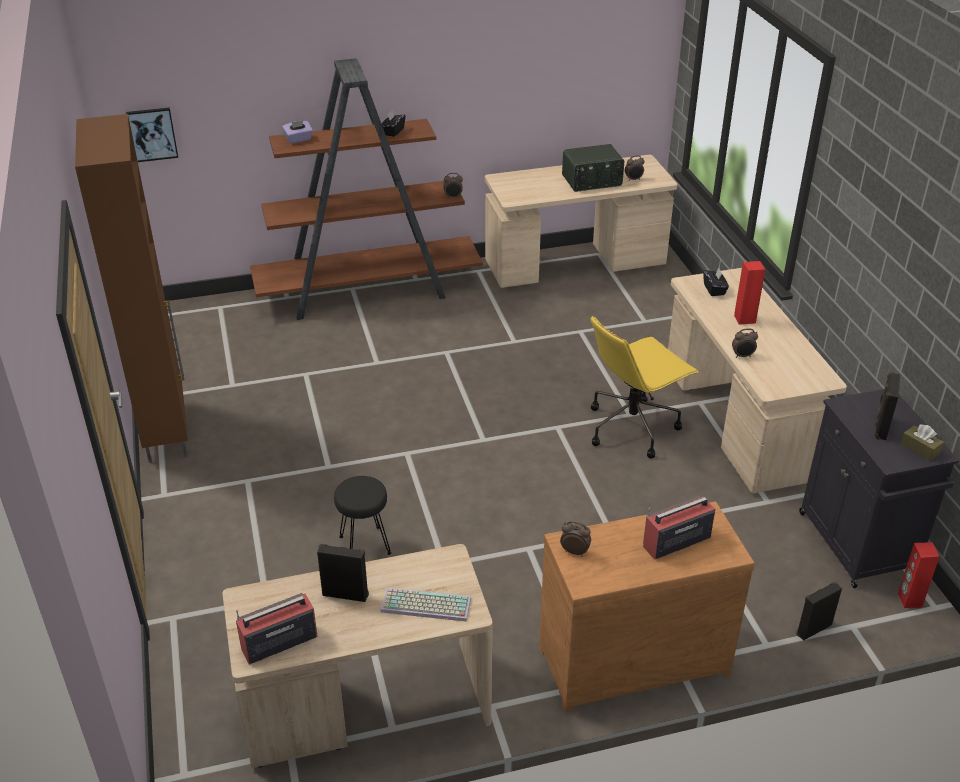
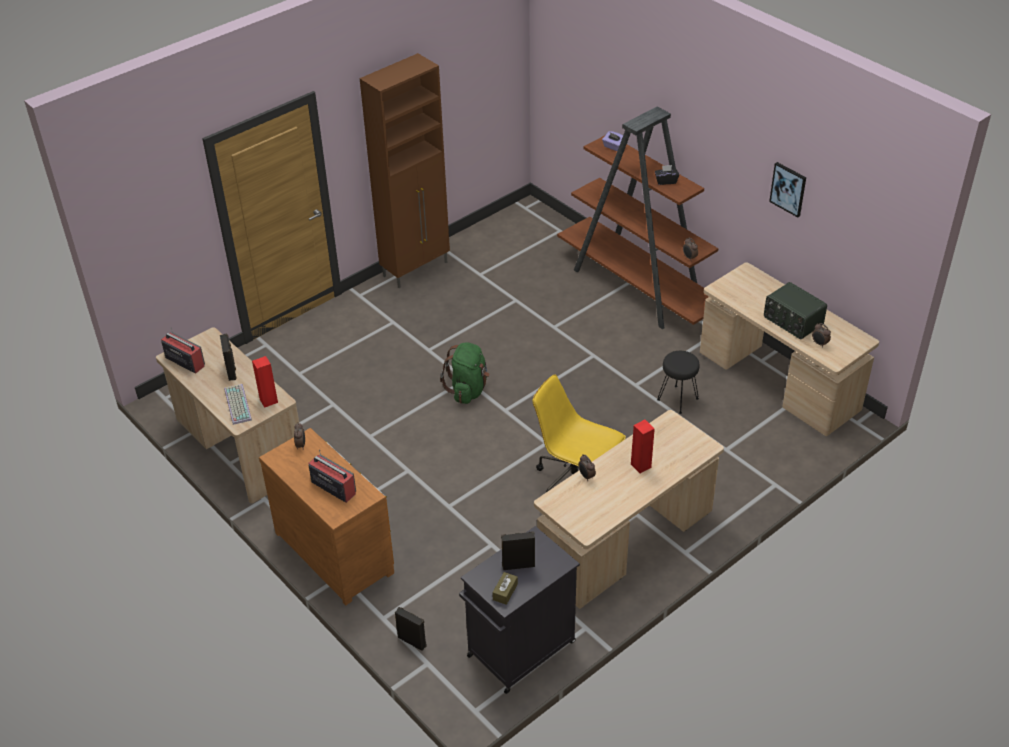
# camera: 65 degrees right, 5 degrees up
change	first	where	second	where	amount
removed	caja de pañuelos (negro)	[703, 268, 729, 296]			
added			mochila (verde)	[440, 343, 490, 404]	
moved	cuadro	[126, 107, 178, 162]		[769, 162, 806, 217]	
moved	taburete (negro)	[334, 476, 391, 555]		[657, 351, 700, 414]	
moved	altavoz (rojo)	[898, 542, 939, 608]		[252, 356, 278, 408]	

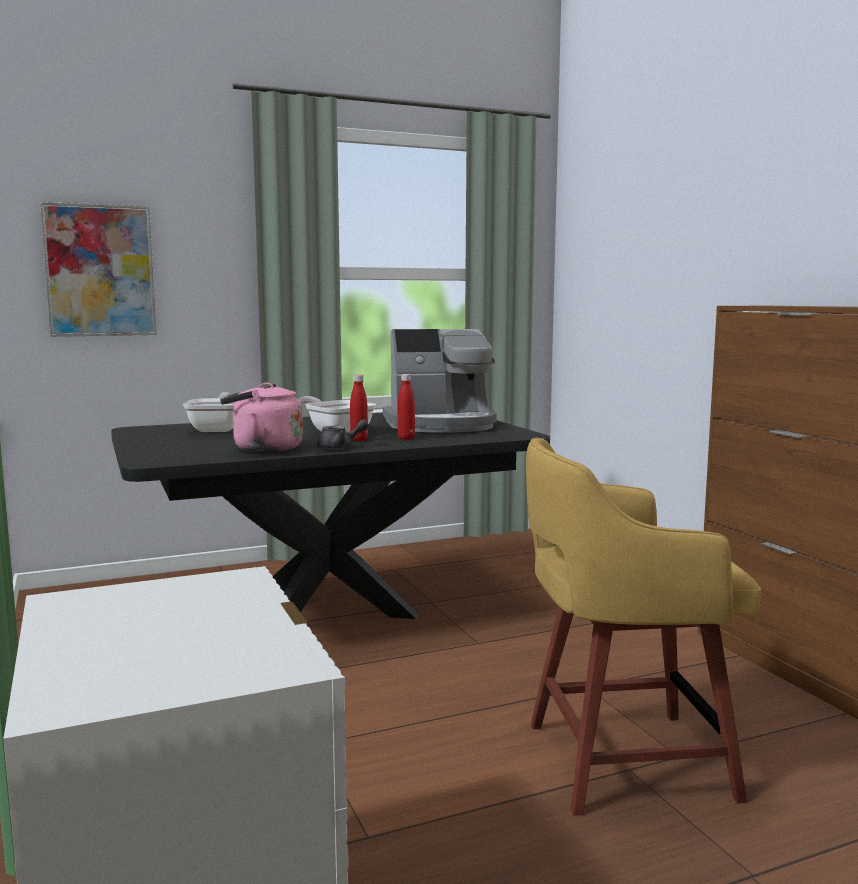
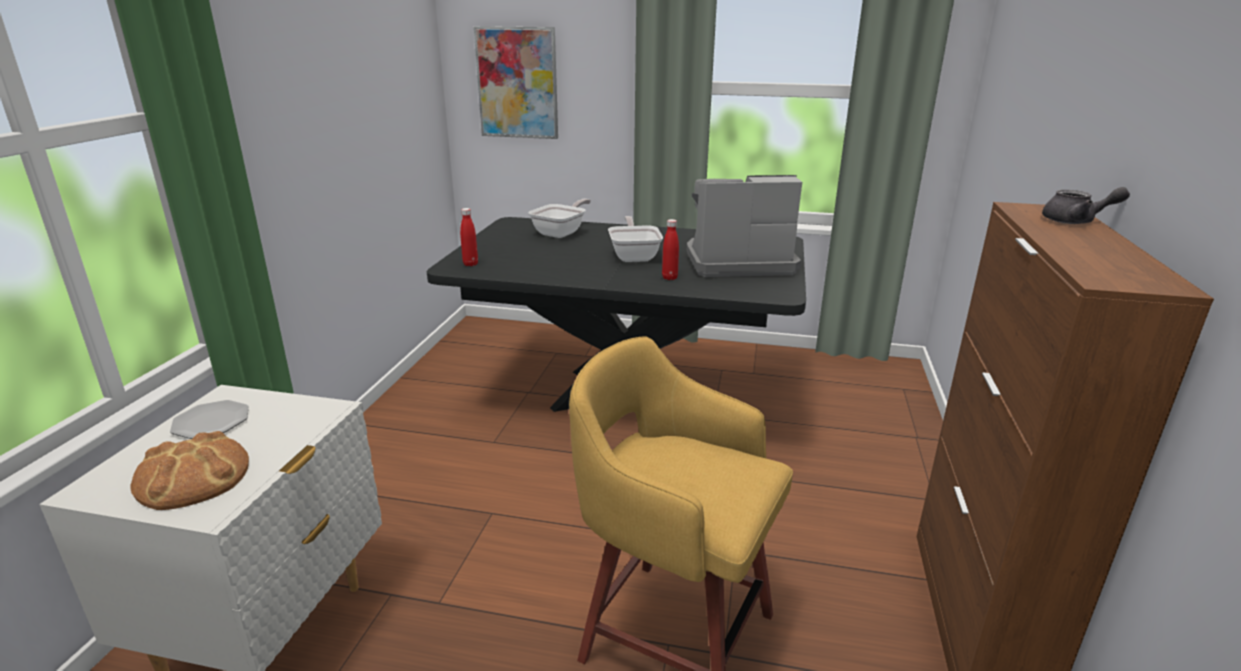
# camera: 35 degrees right, 15 degrees up
change	first	where	second	where	amount
removed	hervidor (rosa)	[220, 383, 303, 453]			
added			pan	[130, 431, 249, 510]	
added			plato	[170, 400, 248, 439]	
moved	tetera (gris)	[317, 419, 369, 450]		[1042, 187, 1130, 224]	
moved	botella (rojo)	[350, 375, 368, 441]		[460, 208, 478, 266]	
turned	cafetera	[383, 329, 497, 433]		[687, 175, 802, 277]	150 degrees clockwise

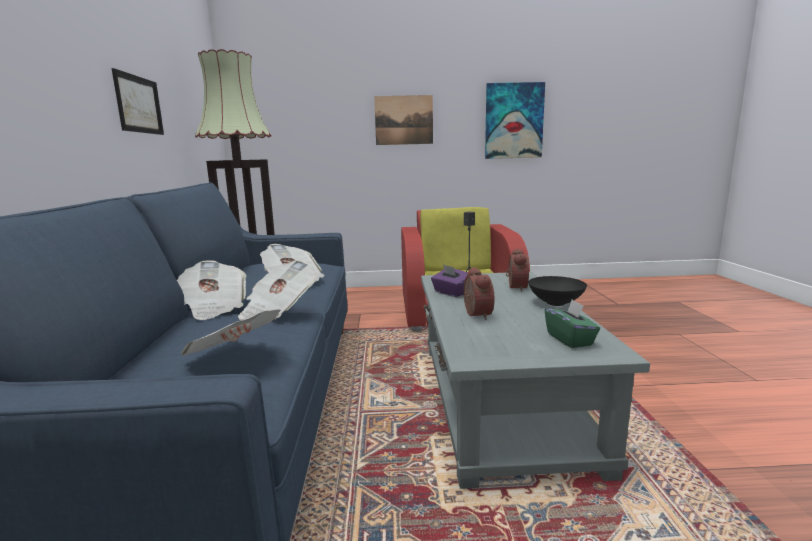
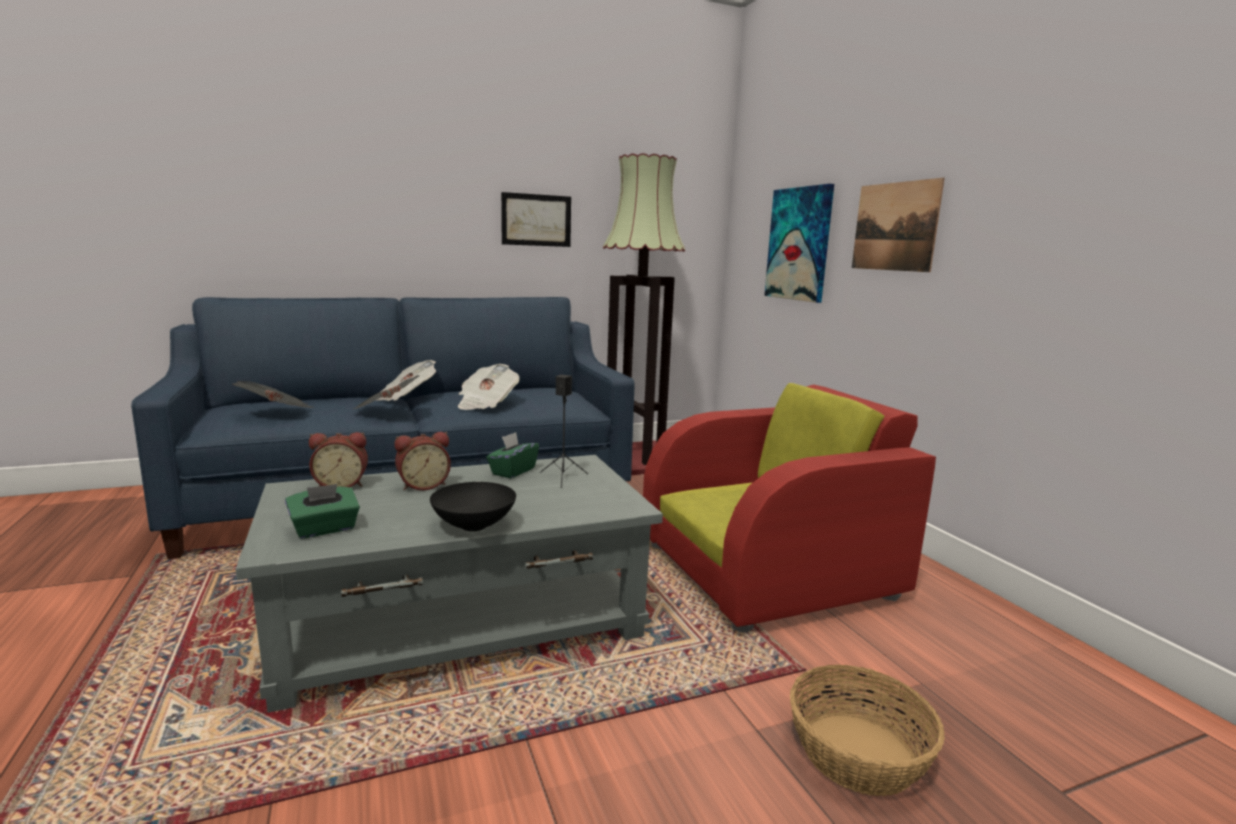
# camera: 70 degrees right, 0 degrees up
change	first	where	second	where	amount
added			cesta	[790, 665, 945, 796]	
moved	cuadro	[485, 82, 545, 159]		[764, 184, 834, 303]	
moved	despertador	[506, 248, 529, 292]		[309, 432, 368, 487]	
recoloured	caja de pañuelos (morado)	[431, 265, 467, 297]	caja de pañuelos (verde)	[487, 432, 539, 478]	

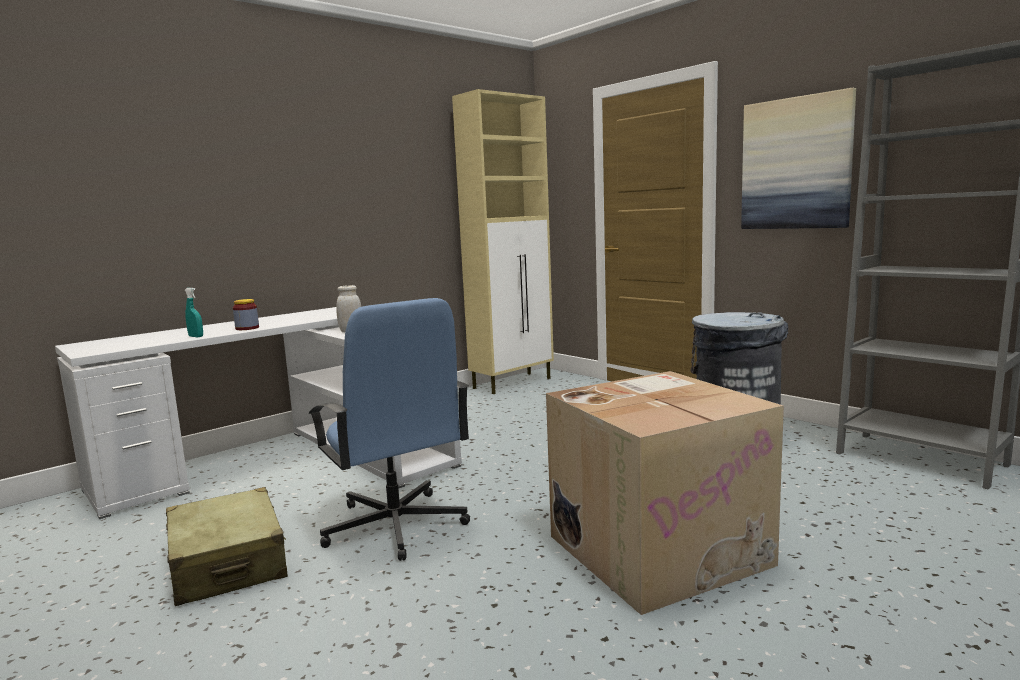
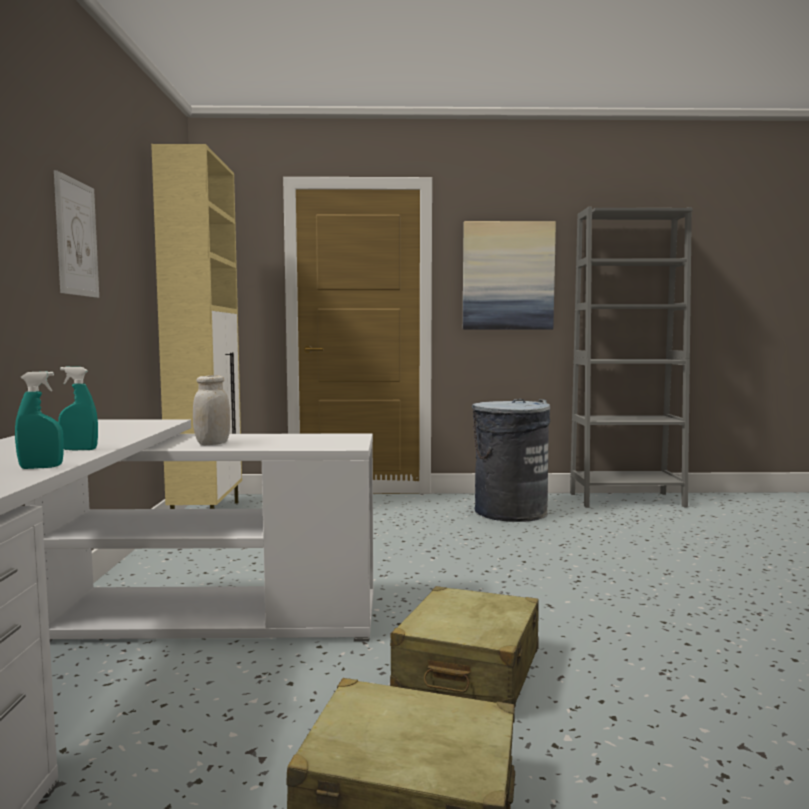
# camera: 50 degrees left, 5 degrees down
change	first	where	second	where	amount
removed	caja de cartón	[546, 371, 784, 615]			
added			cuadro	[54, 170, 99, 298]	
replaced	tarro	[233, 299, 259, 330]	pulverizador (turquesa)	[58, 367, 98, 450]	
replaced	silla de oficina (azul)	[308, 298, 470, 561]	maleta (beis)	[390, 586, 539, 706]	

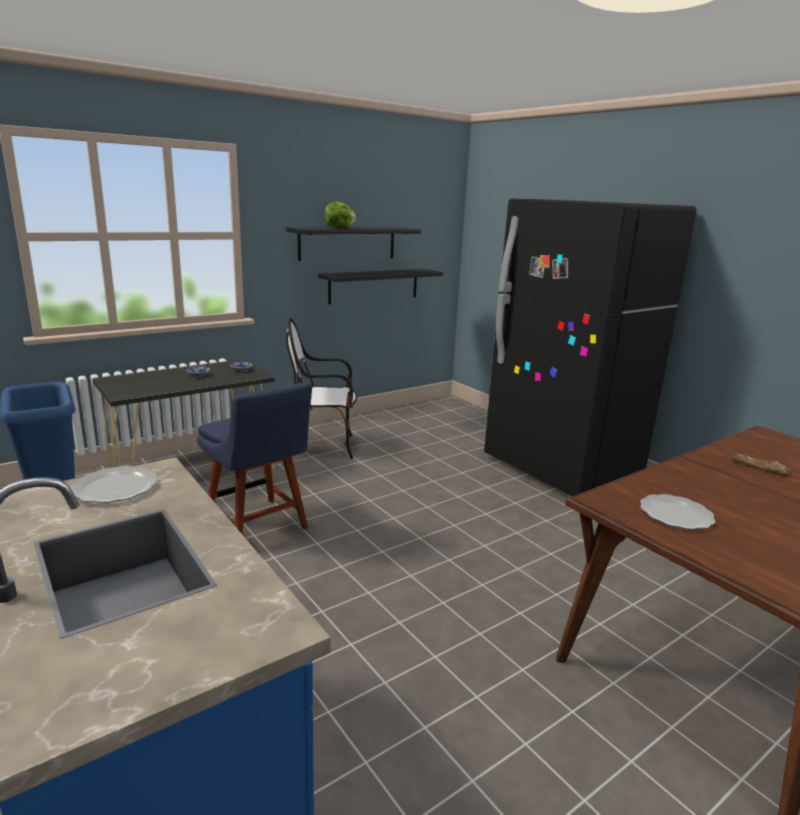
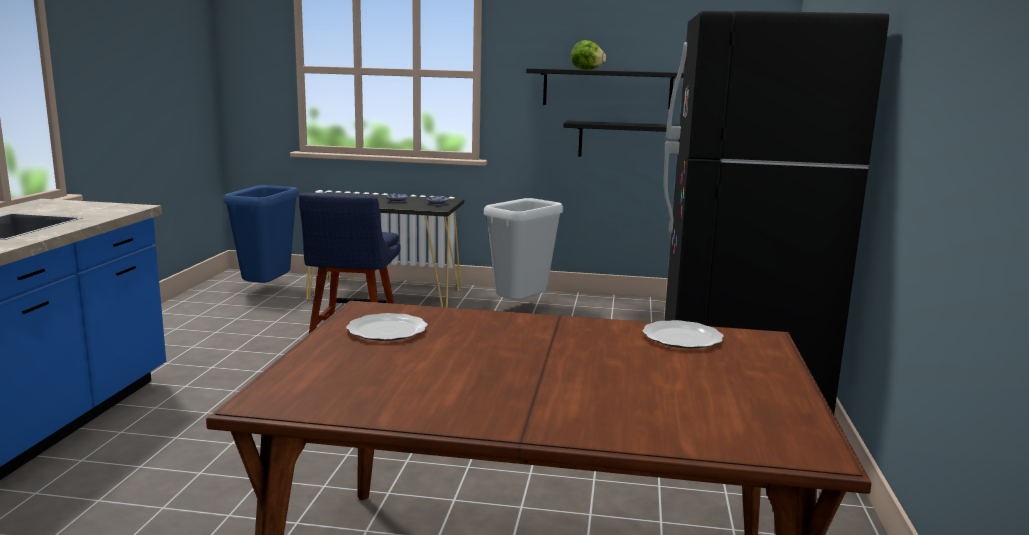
# camera: 45 degrees right, 5 degrees down
change	first	where	second	where	amount
removed	pan	[731, 454, 791, 476]			
moved	plato	[71, 466, 158, 503]		[642, 320, 724, 348]	
replaced	silla	[286, 318, 357, 459]	papelera (gris)	[484, 198, 563, 300]	

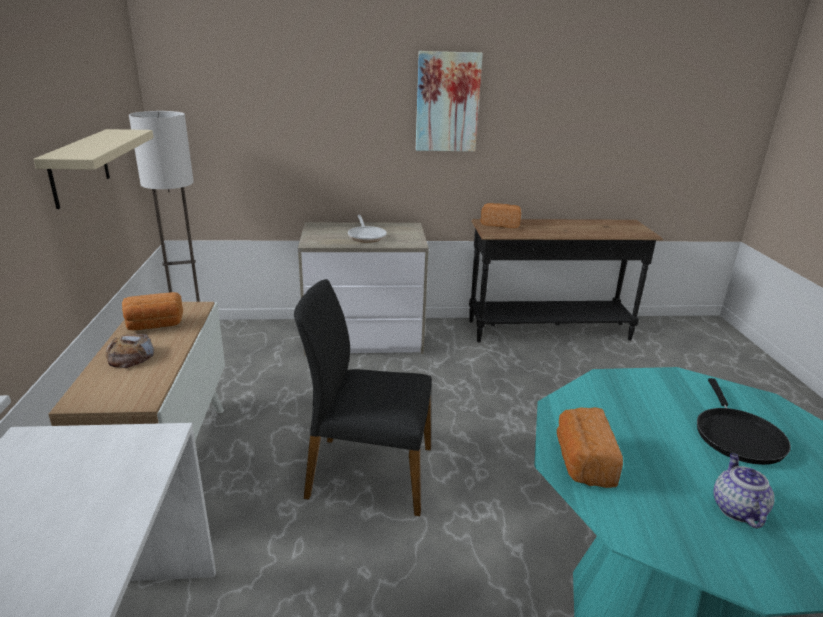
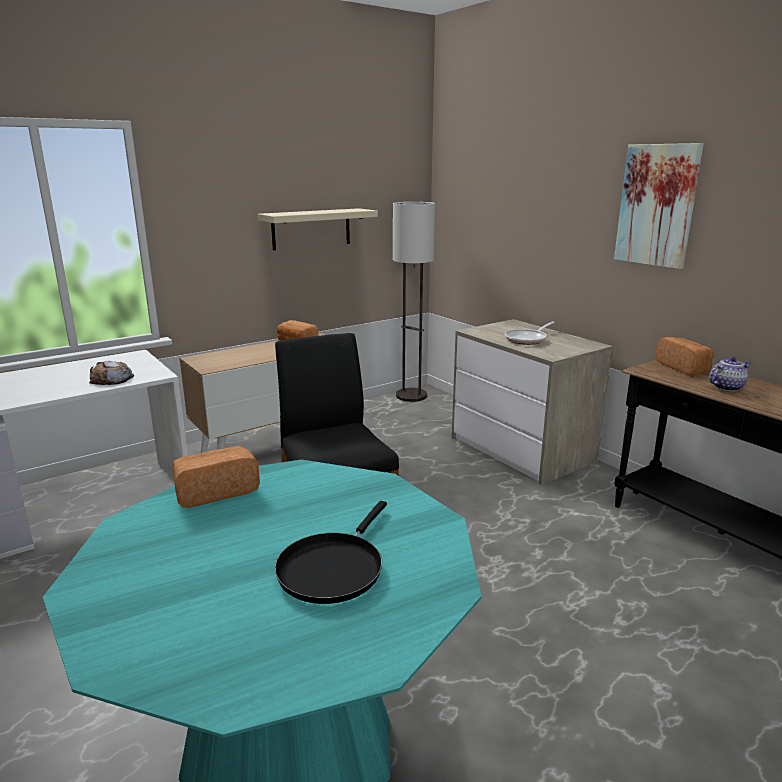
# camera: 60 degrees right, 5 degrees down
change	first	where	second	where	amount
moved	pan	[105, 334, 154, 368]		[89, 361, 134, 385]	
moved	tetera	[713, 453, 774, 528]		[709, 357, 751, 391]	
turned	sartén (negro)	[697, 378, 791, 465]		[275, 501, 387, 604]	45 degrees counterclockwise

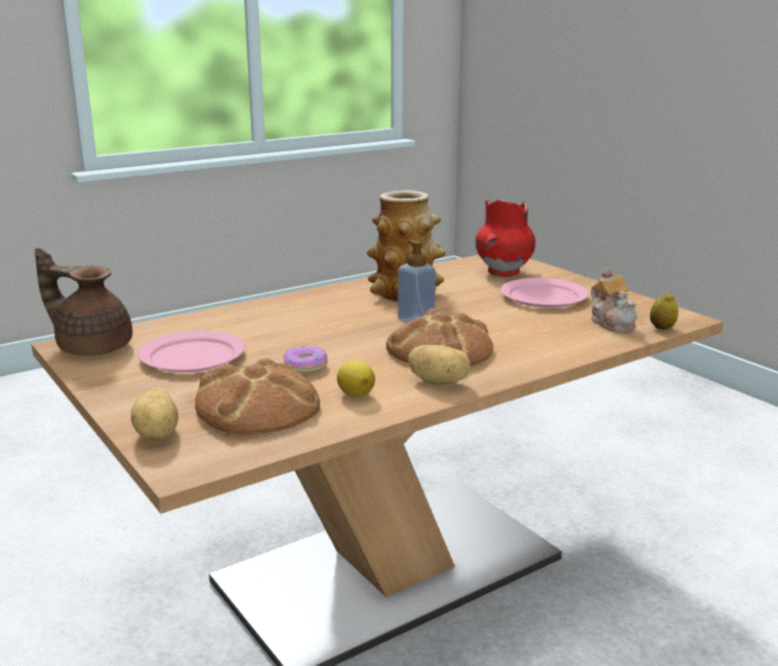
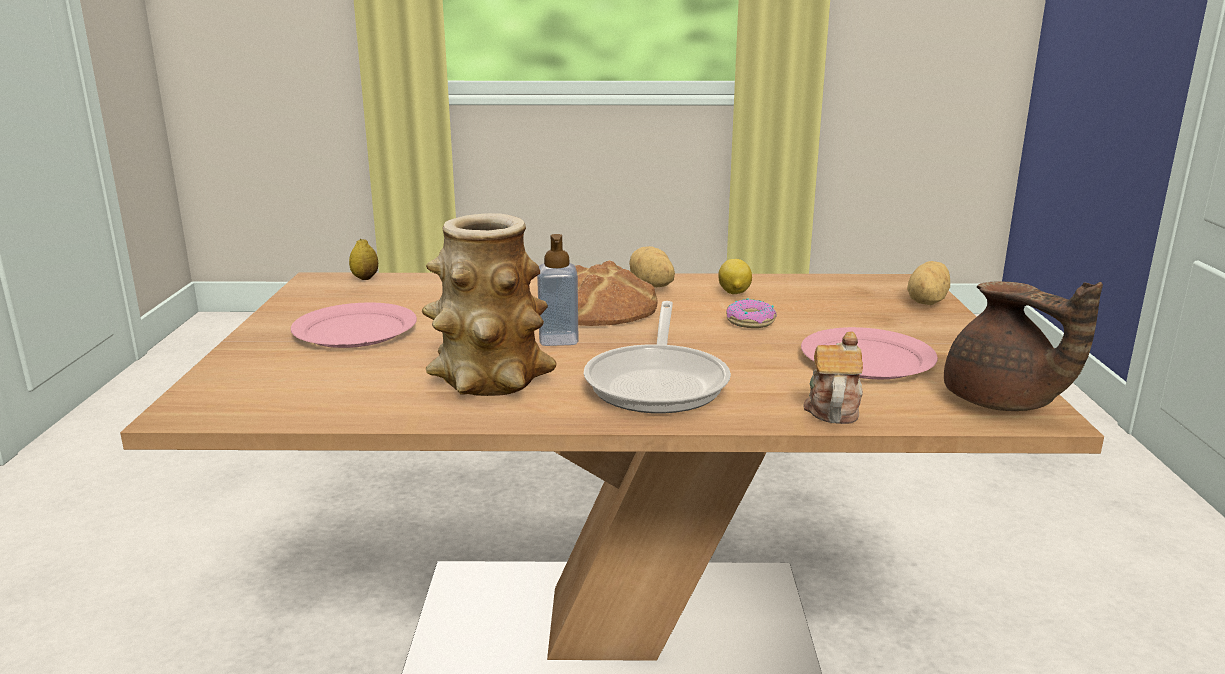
# camera: 145 degrees left, 0 degrees up
change	first	where	second	where	amount
removed	pan	[195, 358, 320, 434]			
removed	florero (rojo)	[475, 200, 535, 277]			
added			sartén	[584, 301, 731, 413]	
moved	tetera	[591, 268, 637, 333]		[804, 331, 863, 424]	

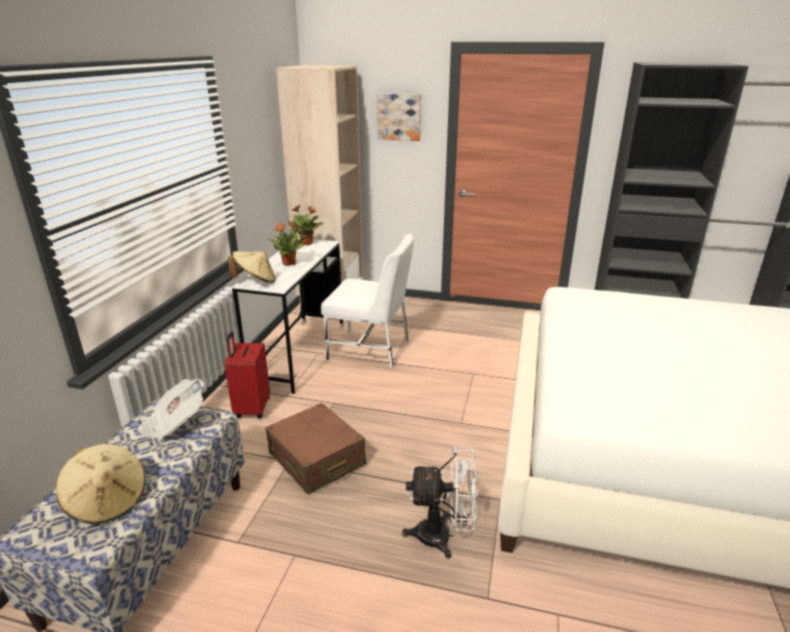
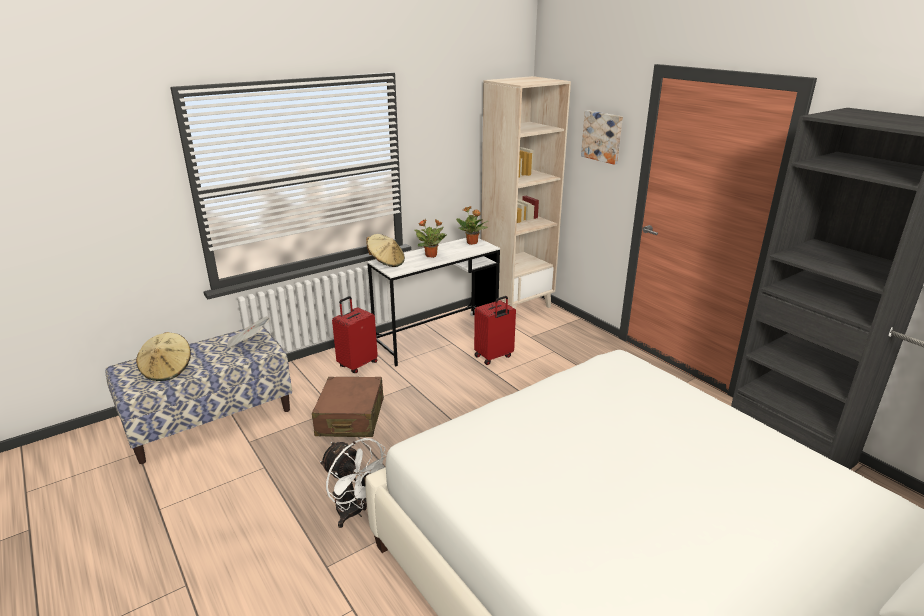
# camera: 40 degrees right, 0 degrees up
change	first	where	second	where	amount
replaced	silla (blanco)	[321, 234, 414, 368]	maleta (rojo)	[474, 296, 516, 365]	

